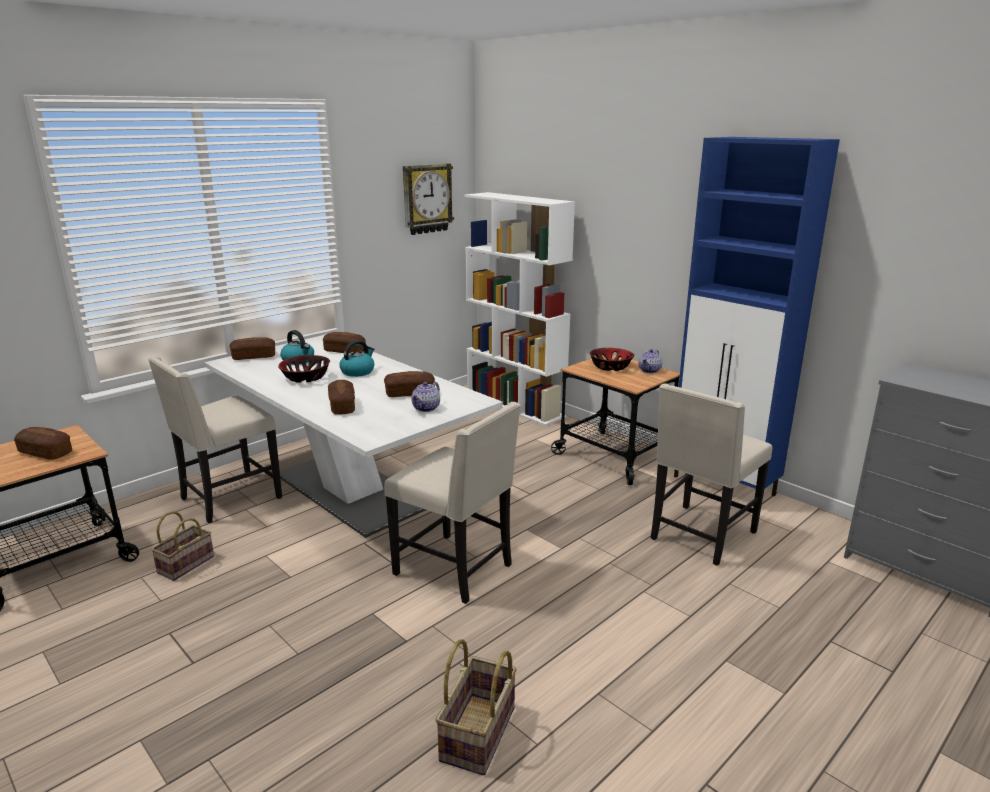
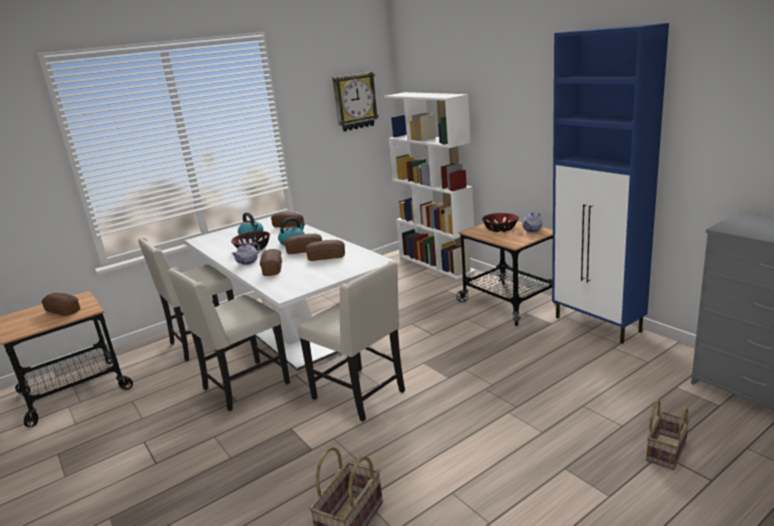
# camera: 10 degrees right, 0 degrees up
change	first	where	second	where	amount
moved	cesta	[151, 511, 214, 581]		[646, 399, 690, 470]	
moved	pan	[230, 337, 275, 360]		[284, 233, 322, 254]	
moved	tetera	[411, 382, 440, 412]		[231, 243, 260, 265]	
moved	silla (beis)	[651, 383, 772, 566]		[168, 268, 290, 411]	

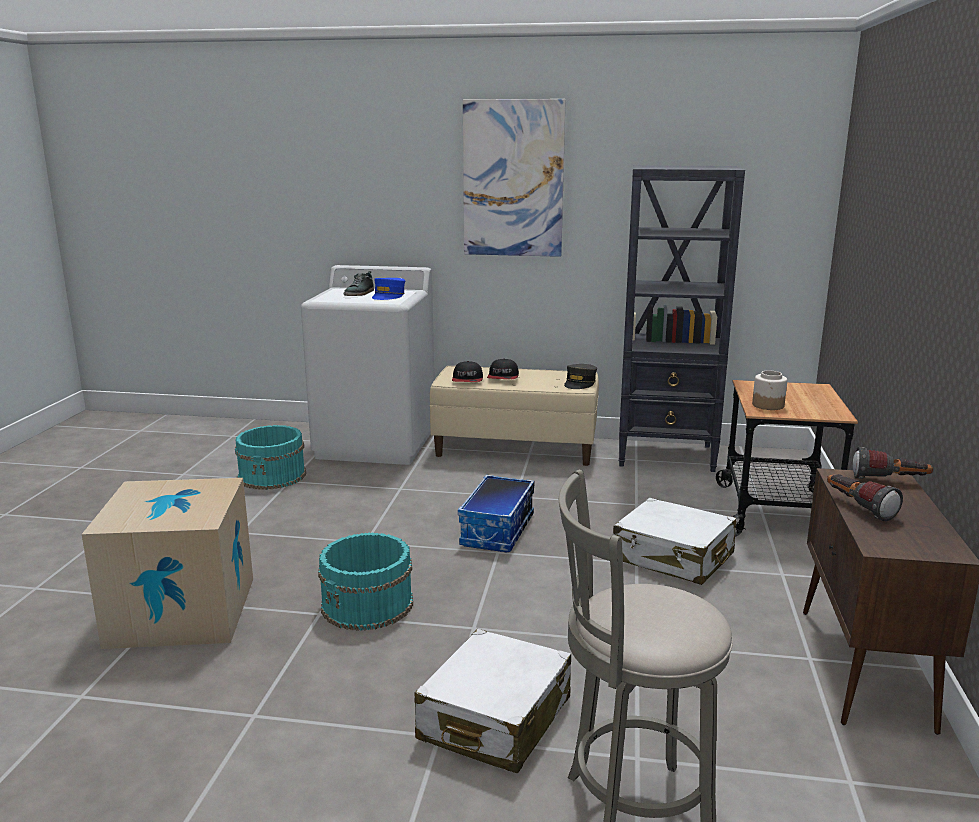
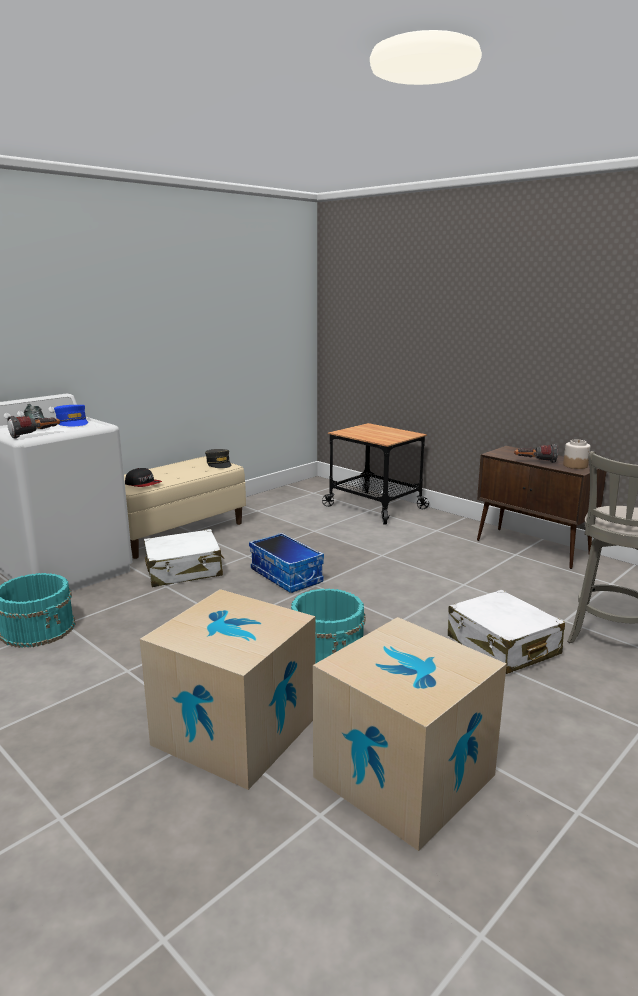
# camera: 55 degrees left, 0 degrees up
change	first	where	second	where	amount
removed	cuadro	[463, 99, 566, 257]			
removed	gorra	[487, 358, 519, 379]			
removed	estantería (negro)	[619, 165, 745, 472]			
added			caja de cartón	[313, 617, 507, 851]	
moved	maleta (blanco)	[613, 498, 736, 585]		[144, 529, 225, 587]	
moved	tarro	[752, 370, 787, 410]		[563, 439, 590, 469]	
moved	linterna	[853, 447, 933, 479]		[8, 416, 60, 439]	

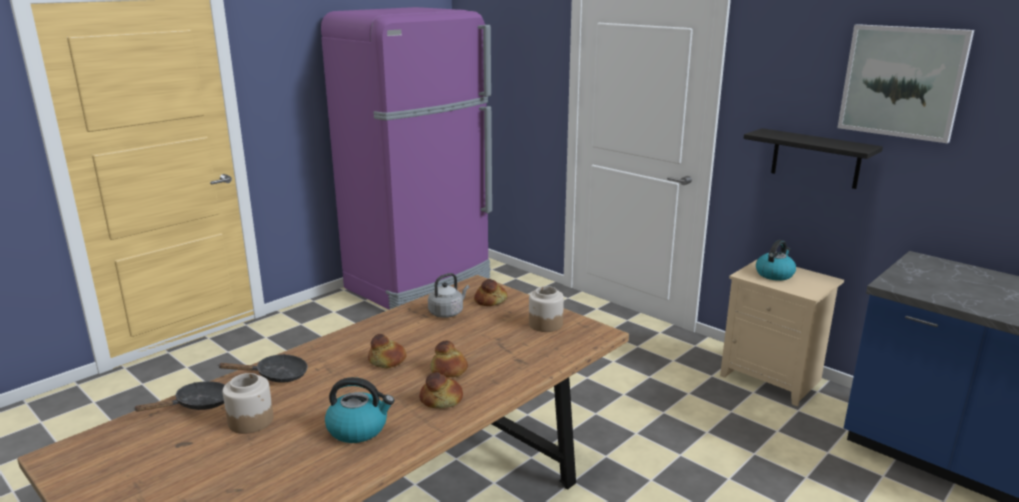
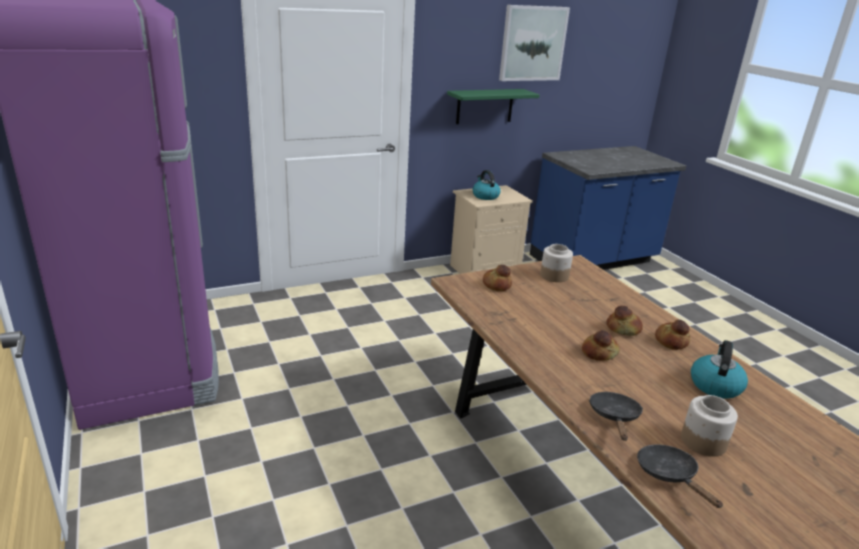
# camera: 70 degrees left, 5 degrees up
change	first	where	second	where	amount
removed	hervidor (gris)	[428, 273, 469, 318]			
recoloured	estante (negro)	[744, 128, 883, 189]	estante (verde)	[447, 89, 540, 124]	

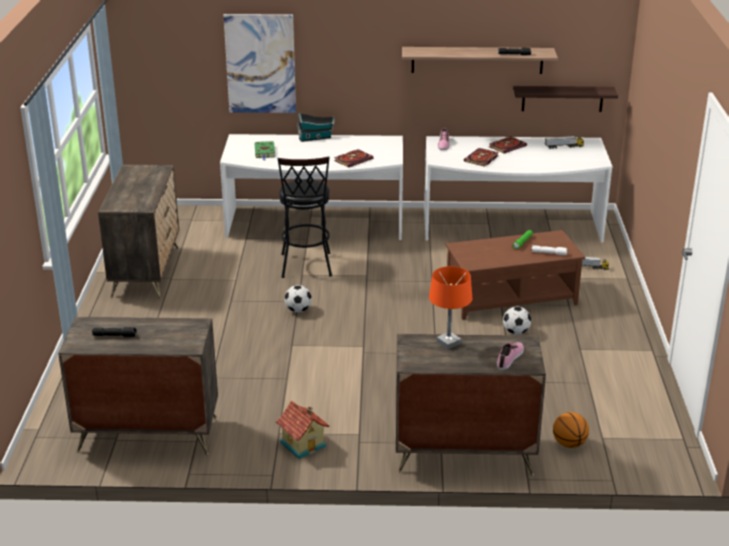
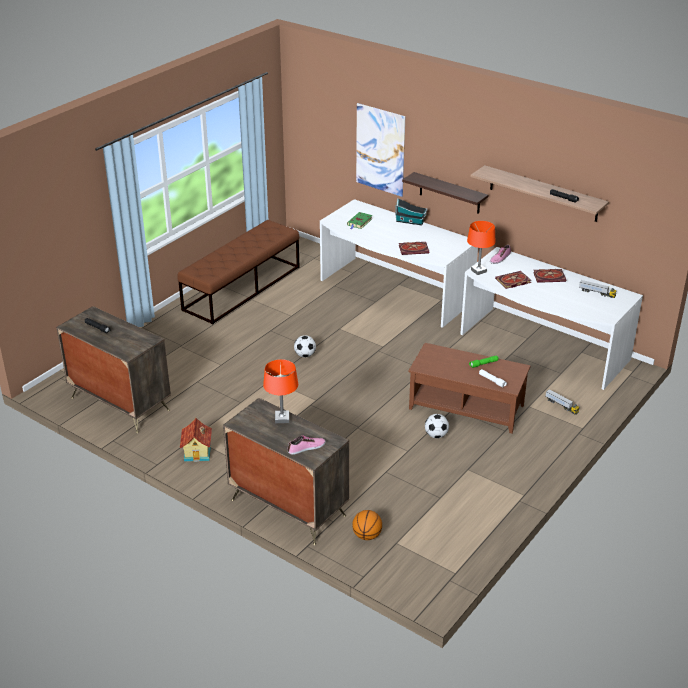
# camera: 35 degrees right, 5 degrees up
change	first	where	second	where	amount
removed	taburete (negro)	[278, 156, 332, 278]			
added			lámpara de mesa (naranja)	[467, 221, 495, 275]	
moved	estante	[513, 86, 618, 112]		[402, 172, 488, 214]	
replaced	cómoda	[98, 164, 179, 299]	banco (marrón)	[177, 220, 300, 324]	

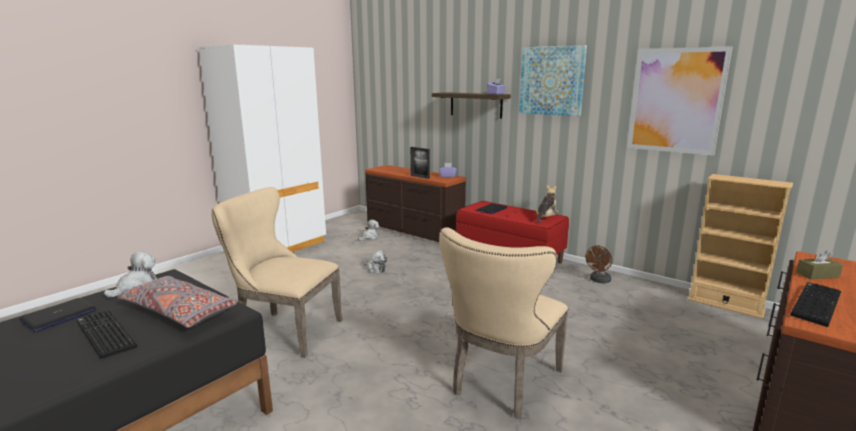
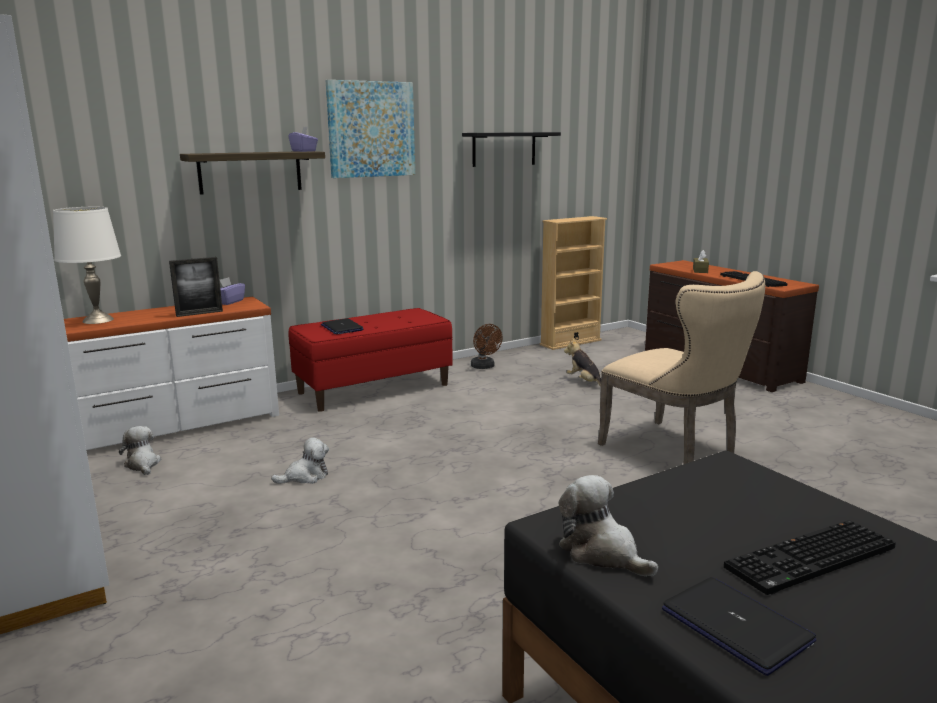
# camera: 70 degrees left, 0 degrees up
change	first	where	second	where	amount
removed	cojín (gris)	[117, 276, 237, 328]			
removed	silla (beis)	[212, 187, 342, 358]			
added			lámpara de mesa (blanco)	[53, 207, 121, 324]	
moved	peluche	[536, 185, 559, 224]		[564, 338, 601, 387]	
replaced	cuadro	[627, 46, 733, 156]	estante (negro)	[462, 132, 561, 167]	
recoloured	cómoda (marrón)	[365, 165, 466, 242]	cómoda (blanco)	[64, 296, 279, 450]	

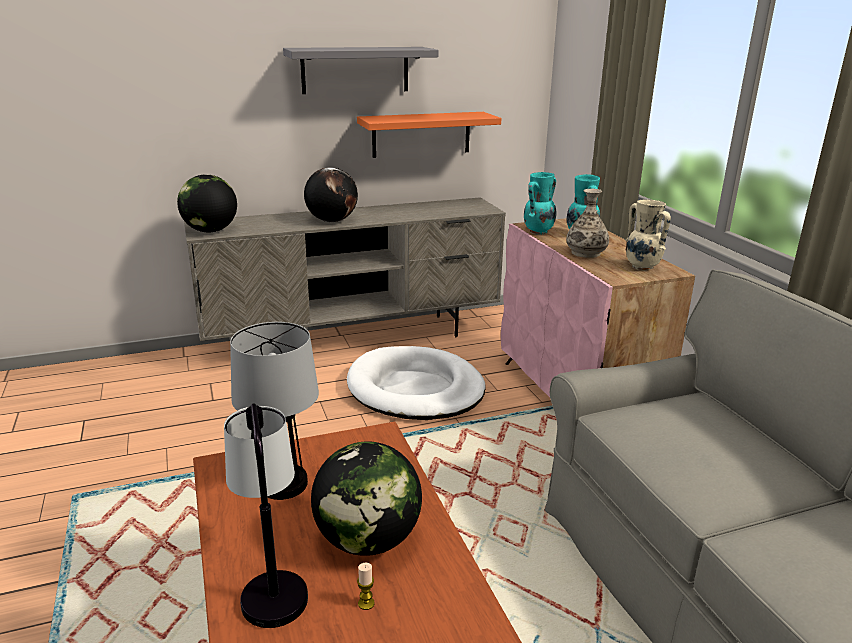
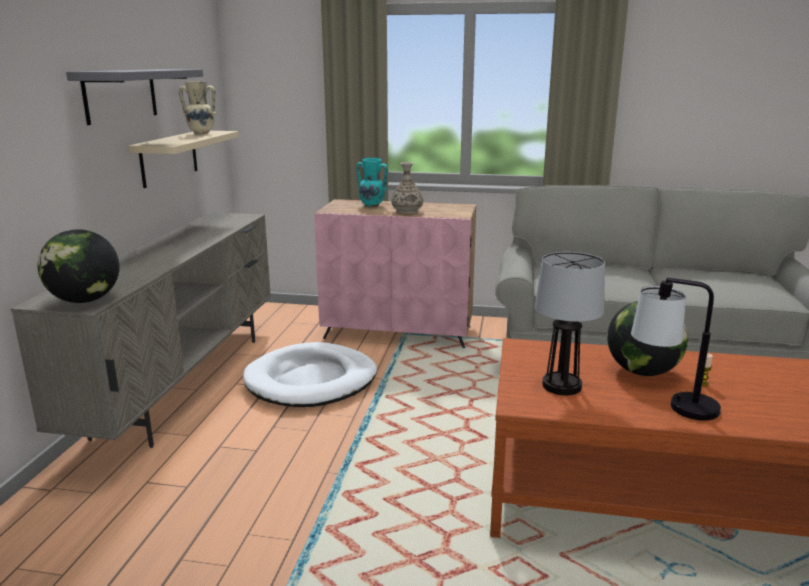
# camera: 60 degrees left, 5 degrees down
change	first	where	second	where	amount
removed	globo terráqueo	[304, 167, 358, 222]			
removed	florero (turquesa)	[524, 172, 556, 234]			
moved	florero (beis)	[625, 199, 671, 270]		[179, 82, 216, 134]	
recoloured	estante (naranja)	[357, 112, 501, 158]	estante (beis)	[128, 131, 238, 188]	

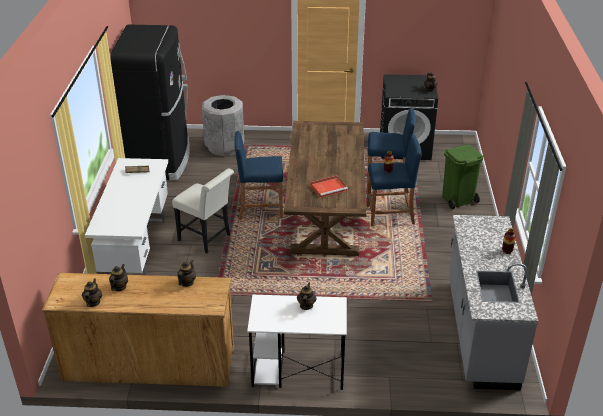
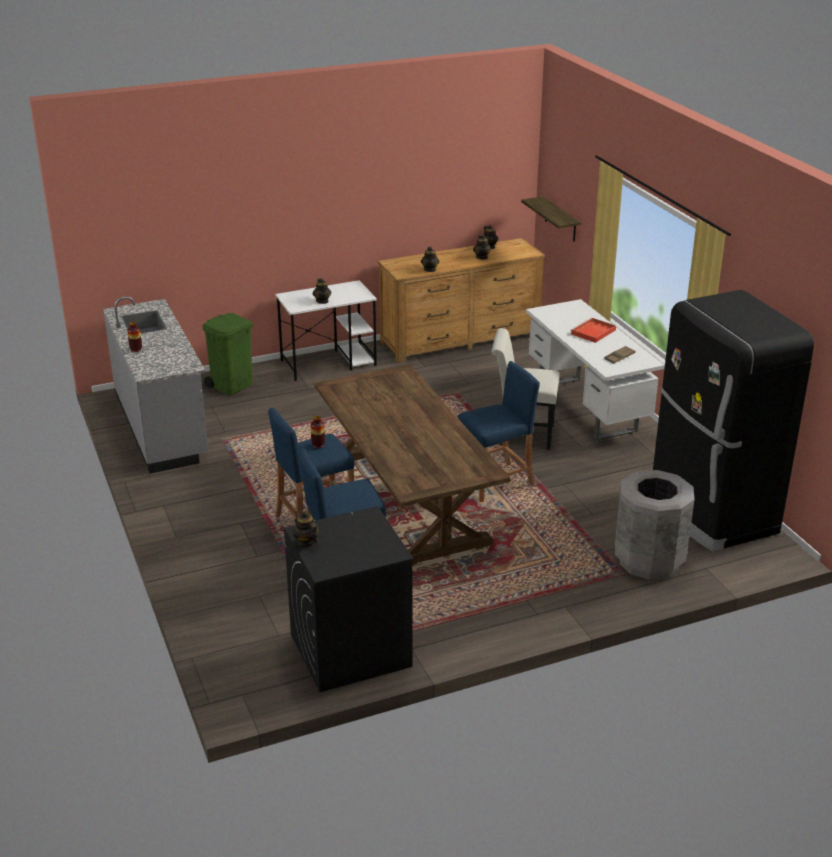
# camera: 155 degrees right, 5 degrees down
change	first	where	second	where	amount
added			estante	[521, 196, 581, 242]	
moved	bandeja (rojo)	[310, 175, 348, 198]		[570, 318, 616, 343]	
moved	papelera (verde)	[442, 145, 483, 209]		[202, 313, 253, 395]	

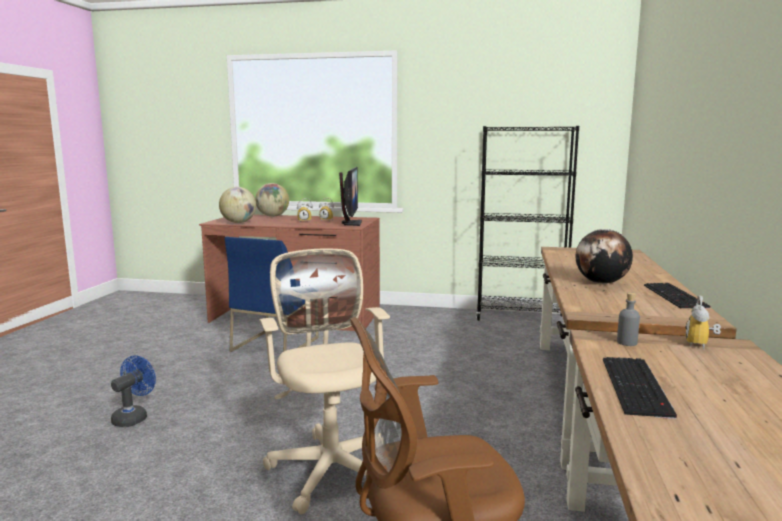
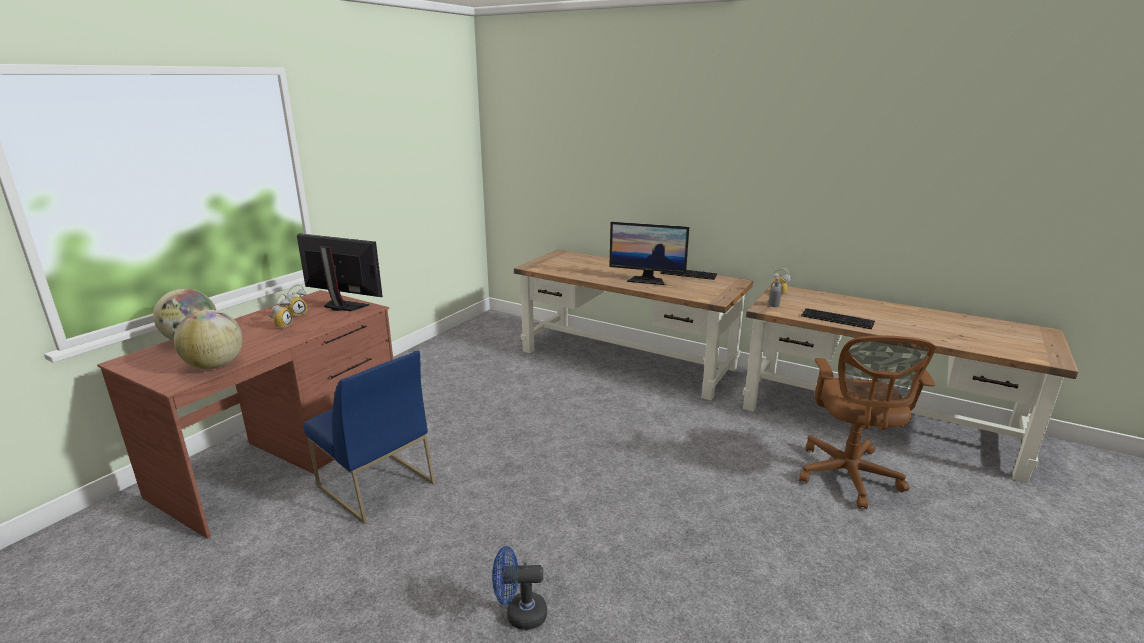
# camera: 70 degrees left, 10 degrees up
change	first	where	second	where	amount
removed	silla de oficina (beis)	[259, 249, 390, 514]			
removed	estantería (negro)	[476, 126, 579, 321]			
replaced	globo terráqueo	[576, 229, 633, 284]	monitor	[609, 222, 689, 285]	
turned	ventilador (azul)	[111, 355, 156, 427]		[492, 546, 547, 630]	45 degrees counterclockwise

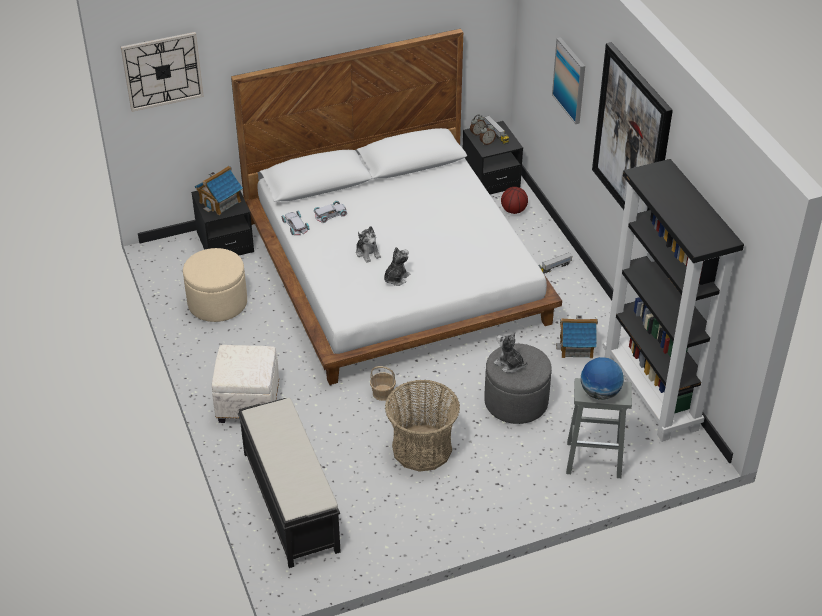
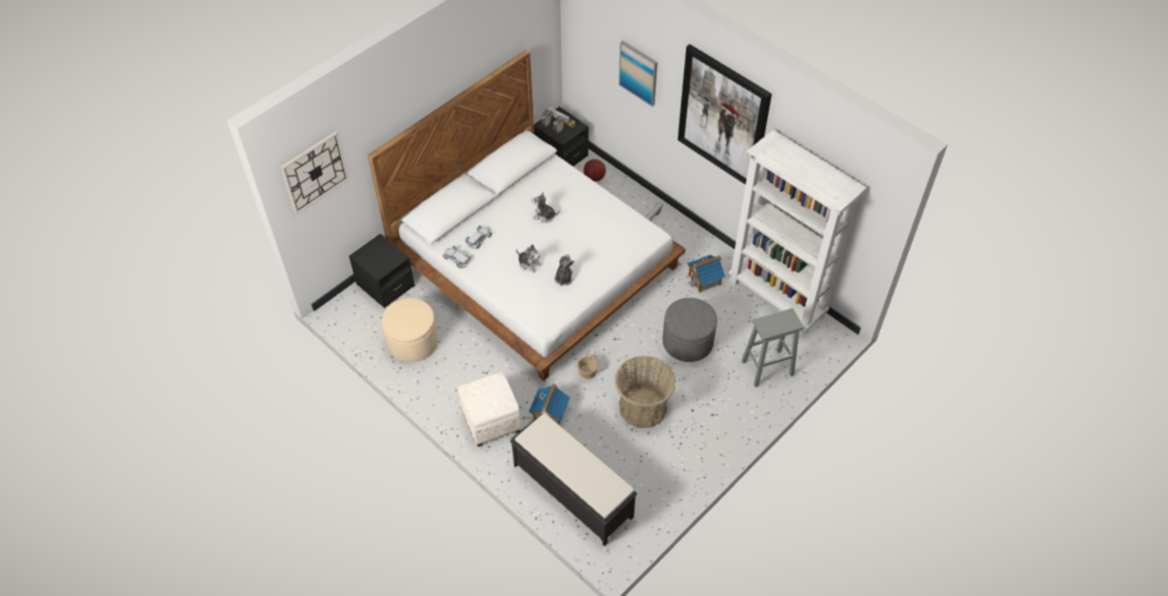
# camera: 25 degrees left, 10 degrees up
change	first	where	second	where	amount
removed	globo terráqueo	[581, 357, 624, 400]			
moved	casita	[194, 166, 243, 215]		[529, 384, 570, 424]	
moved	peluche	[494, 332, 528, 373]		[531, 192, 559, 223]	
recoloured	estantería (negro)	[603, 159, 744, 442]	estantería (blanco)	[728, 130, 867, 335]	

